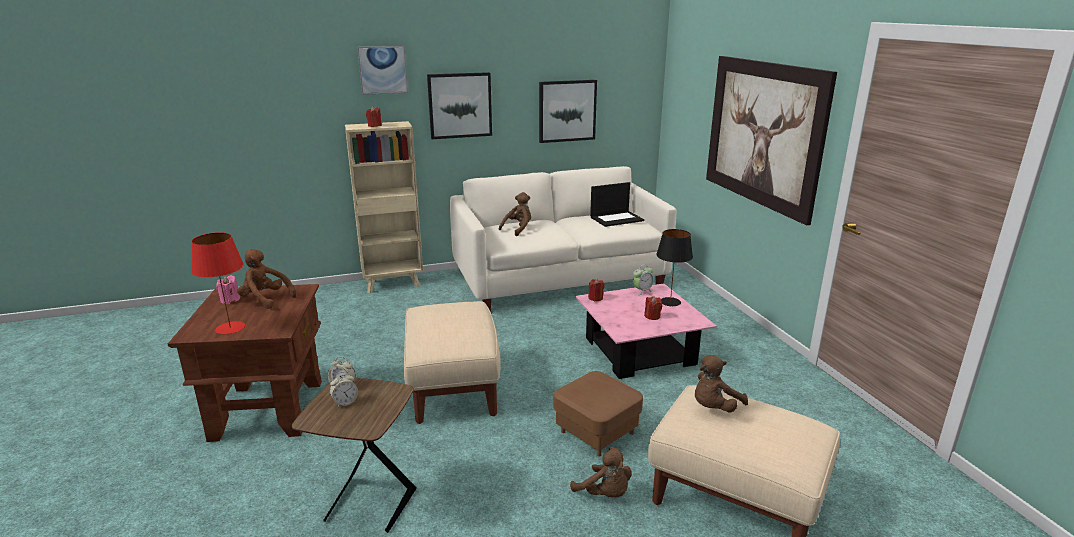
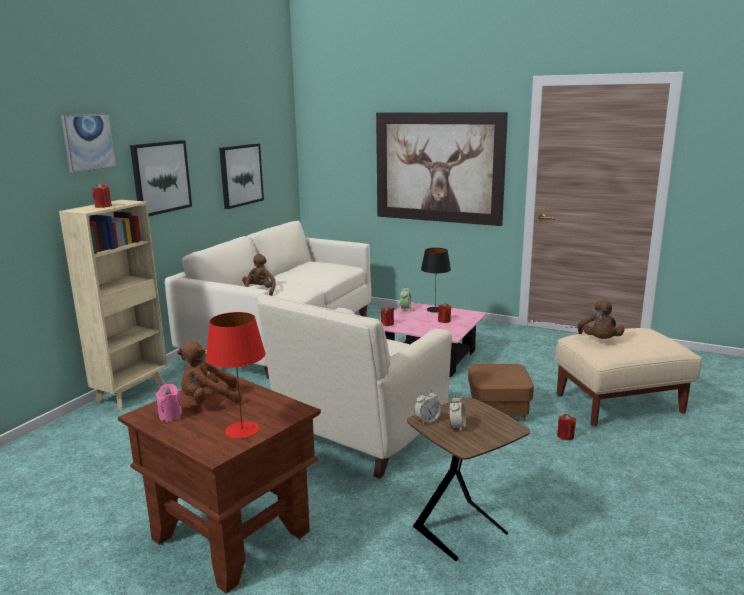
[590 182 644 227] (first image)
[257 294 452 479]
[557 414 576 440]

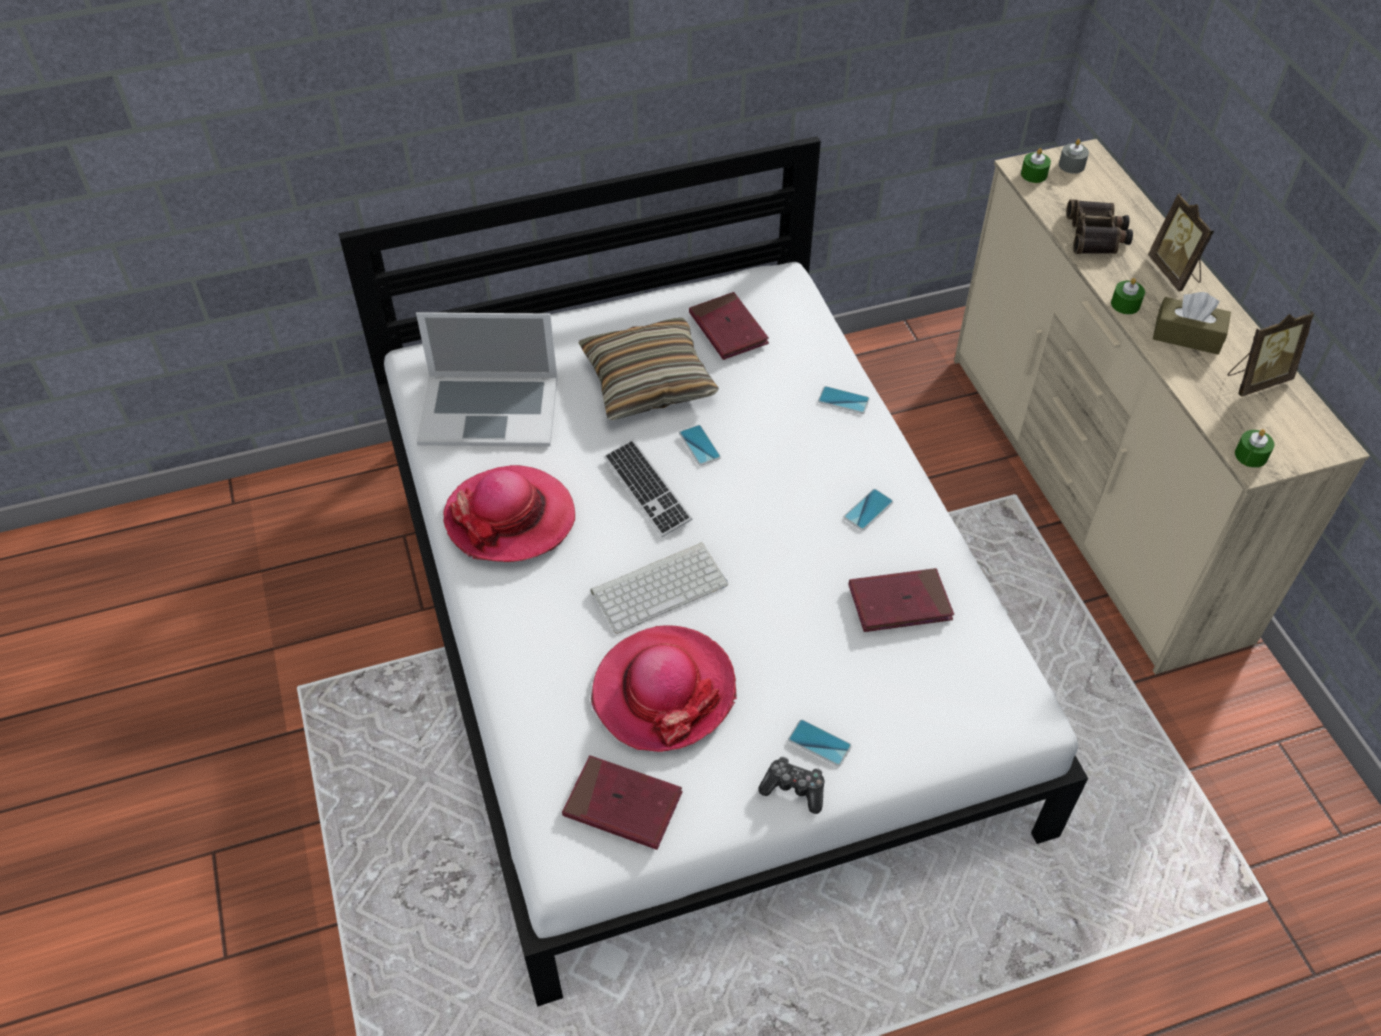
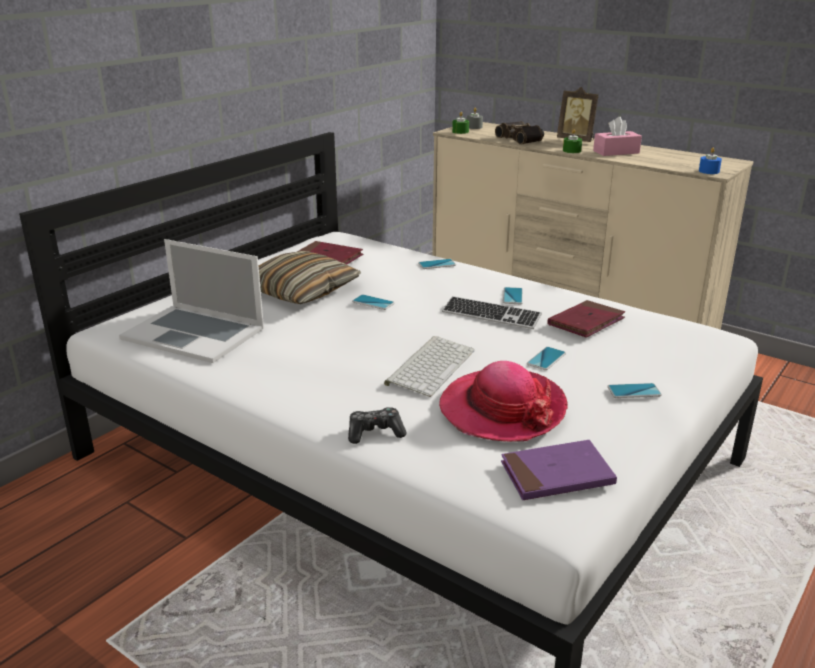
[593 117 642 156]
[1228 311 1314 397] (first image)
[119 239 264 363]
[699 148 722 174]
[442 296 542 329]
[443 465 575 562] (first image)
[501 440 617 500]
[348 407 407 444]
[527 347 566 370]

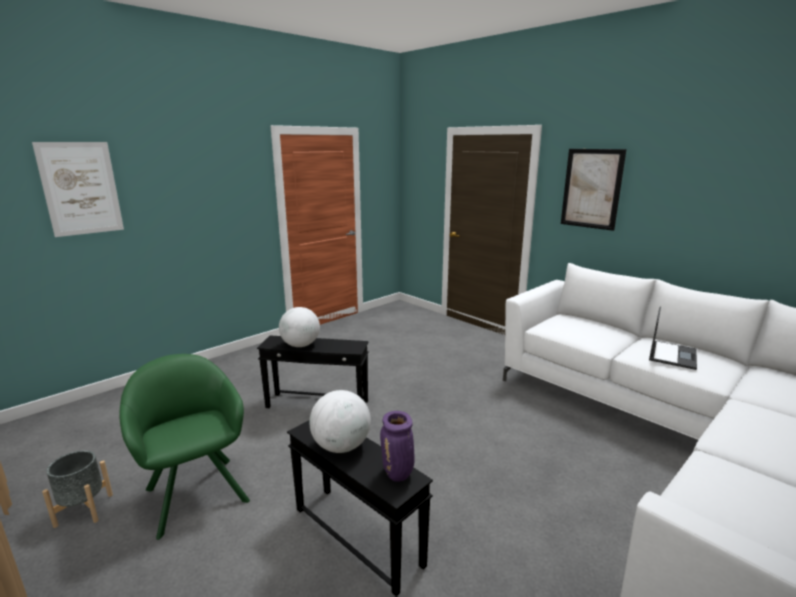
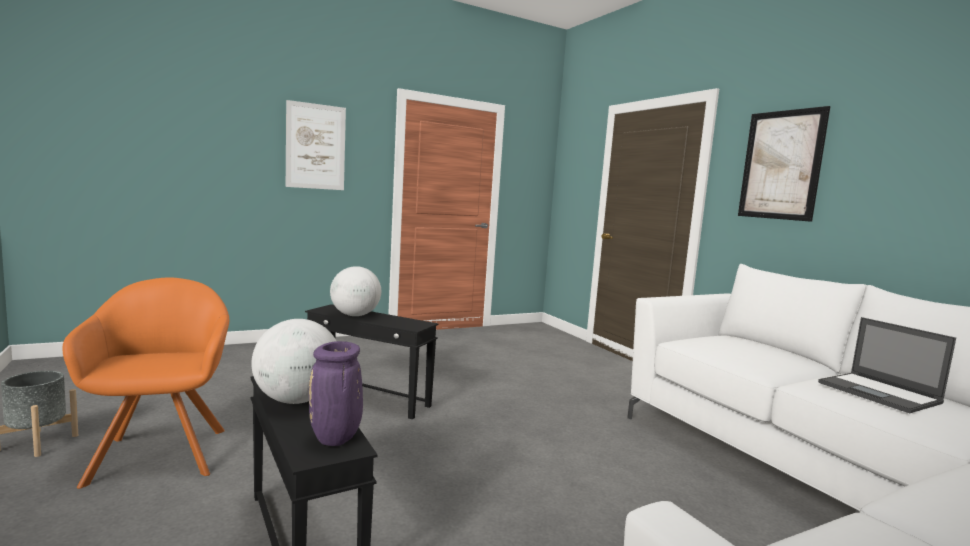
[286 100 346 190]
[818 317 956 413]
[63 278 229 489]

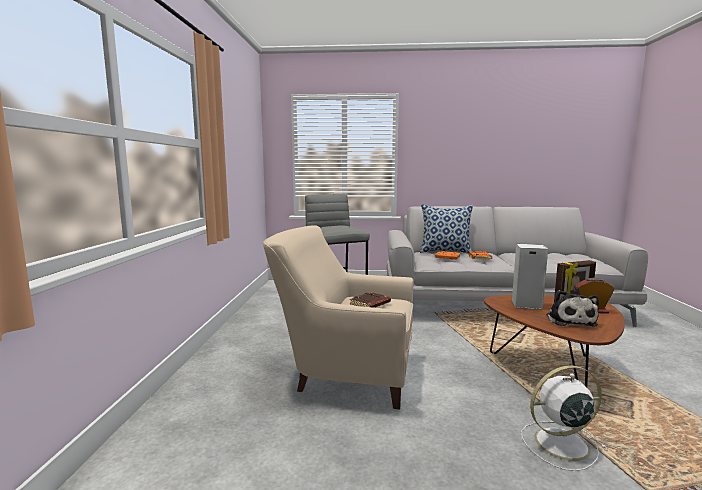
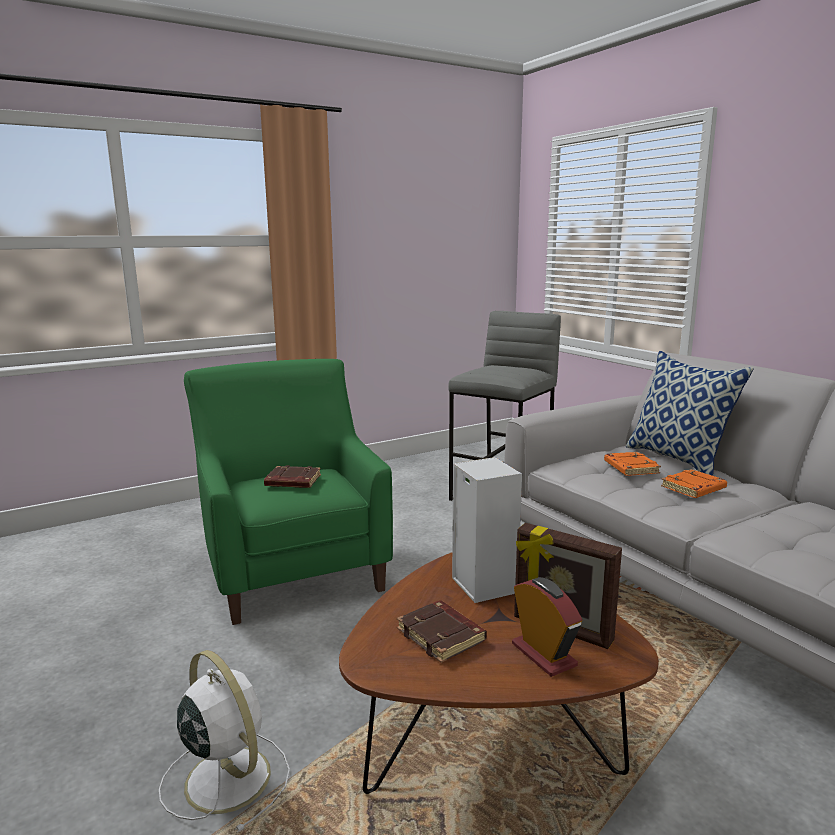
[184 359 393 625]
[397 600 487 663]

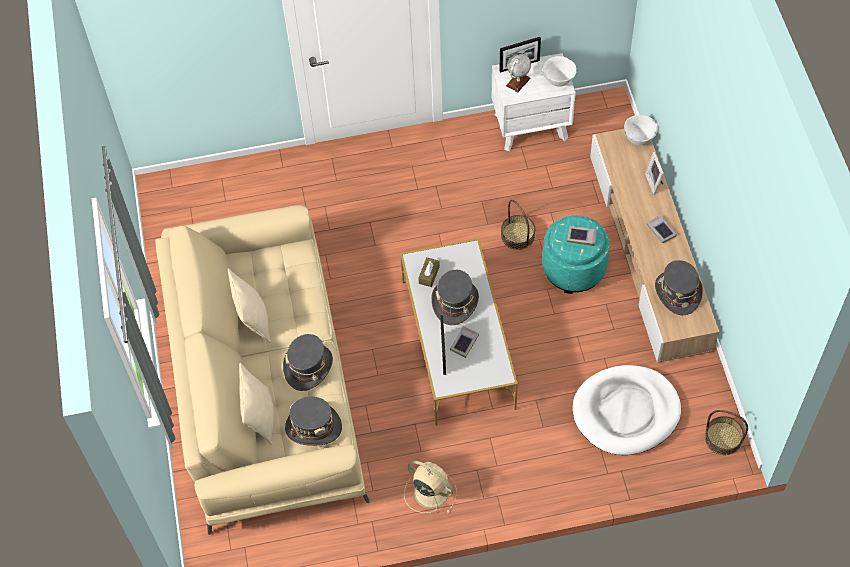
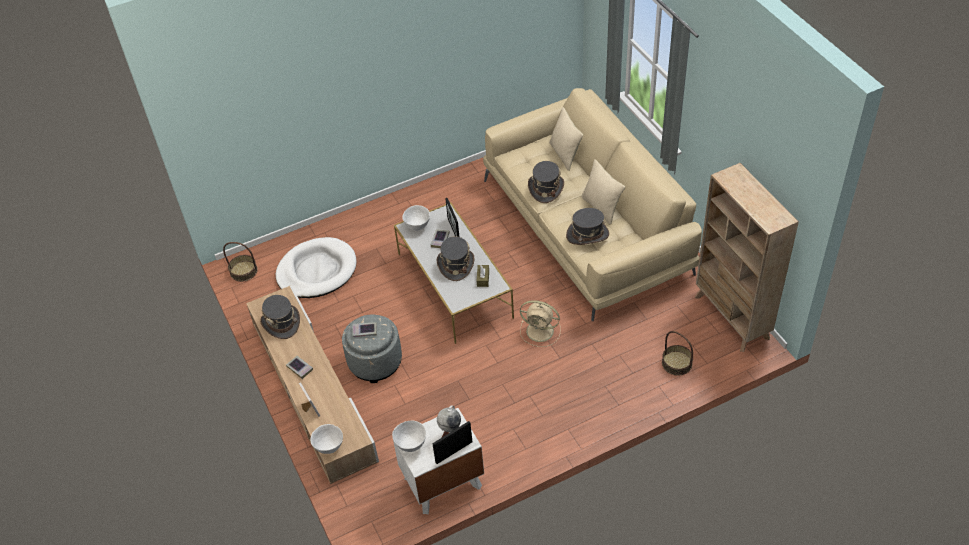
[662 331 693 376]
[342 314 402 383]
[566 208 609 245]
[520 300 561 347]
[695 163 799 352]
[402 205 430 231]

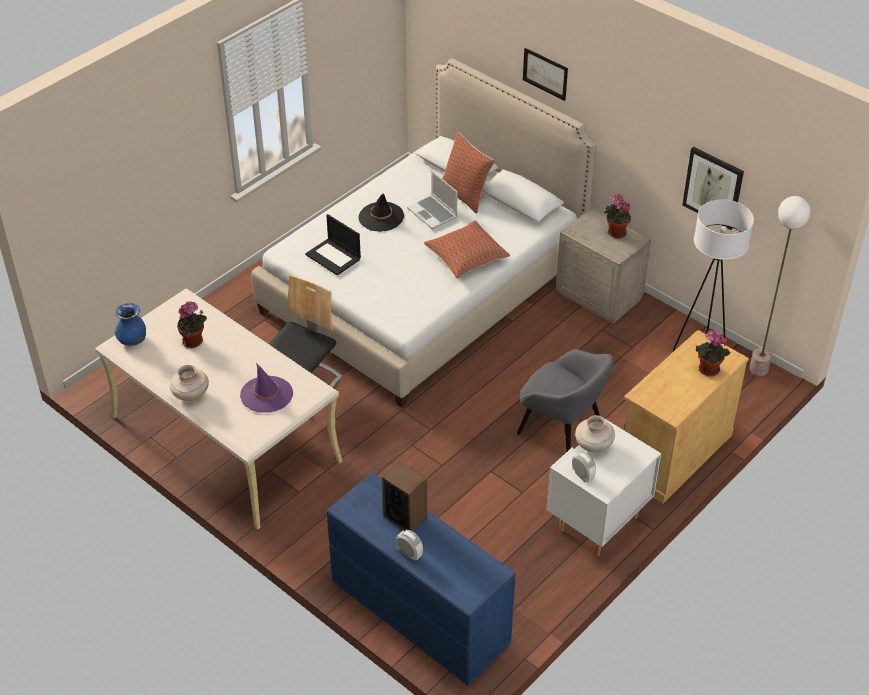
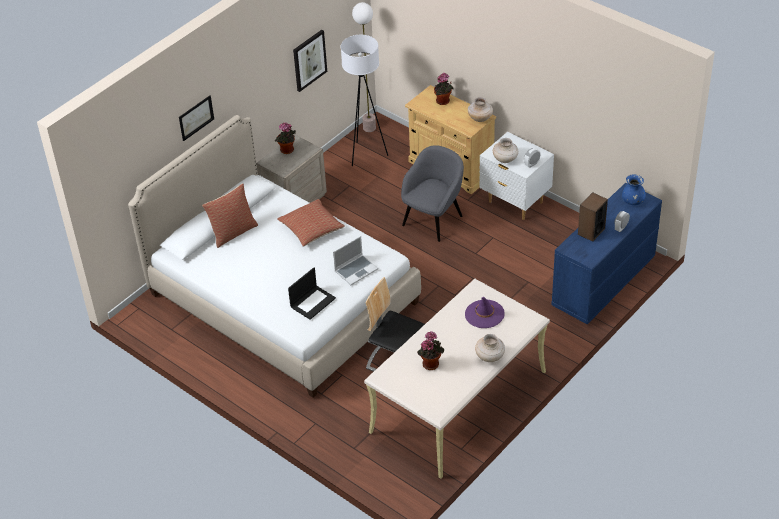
[333 236 378 285]
[359 194 404 232] (first image)
[622 174 646 205]
[468 97 493 122]

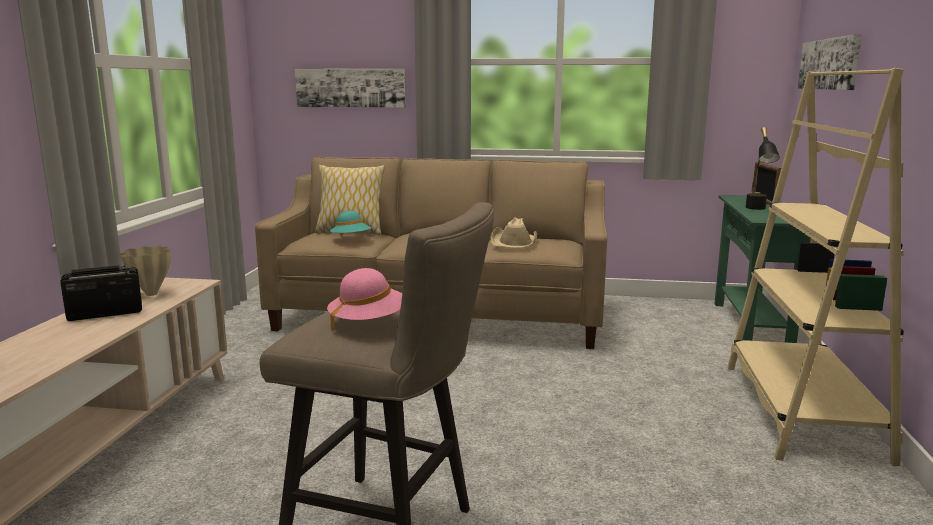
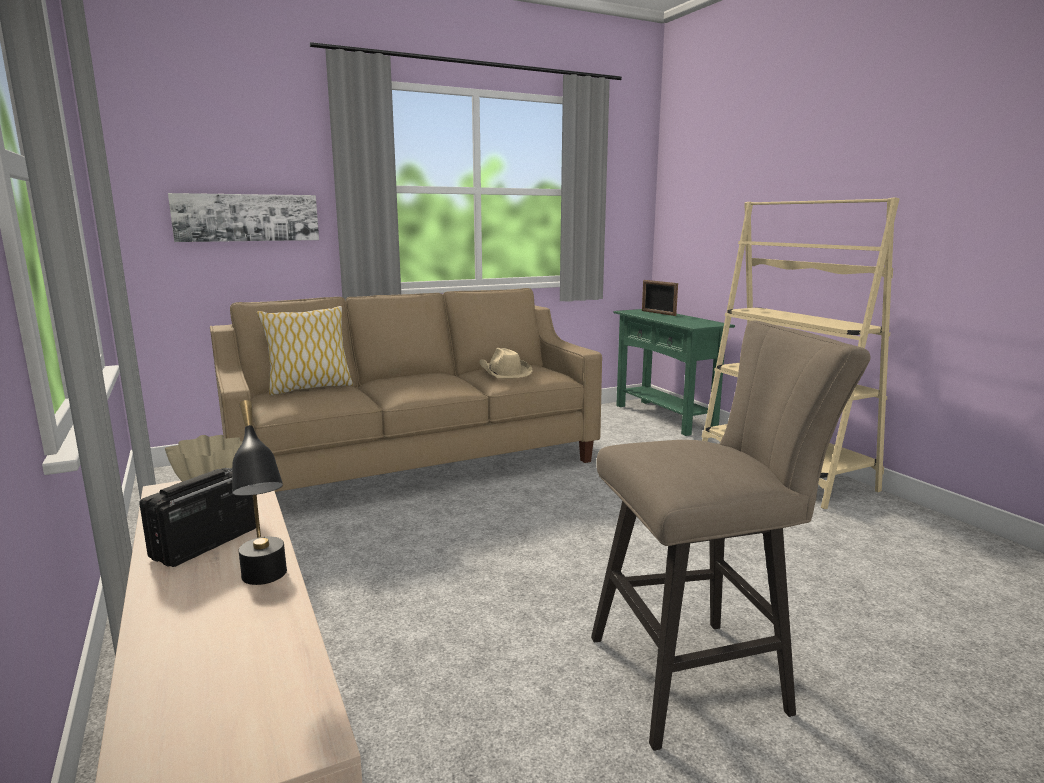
[798 34 862 90] (first image)
[232 400 287 585]
[330 211 371 236] (first image)
[327 268 402 332] (first image)

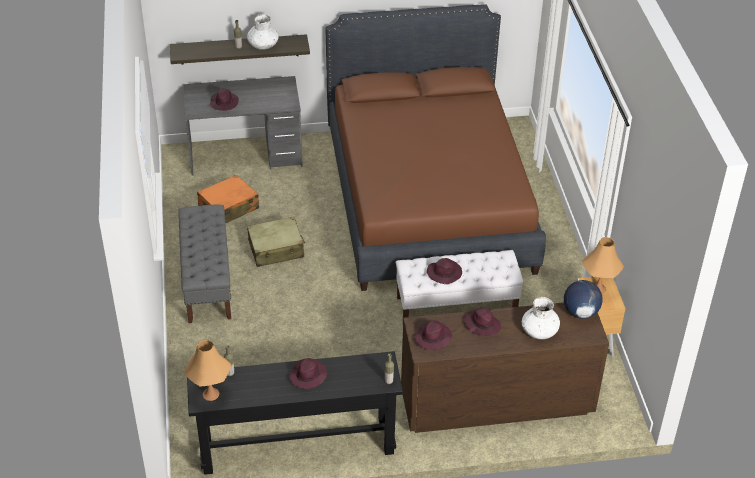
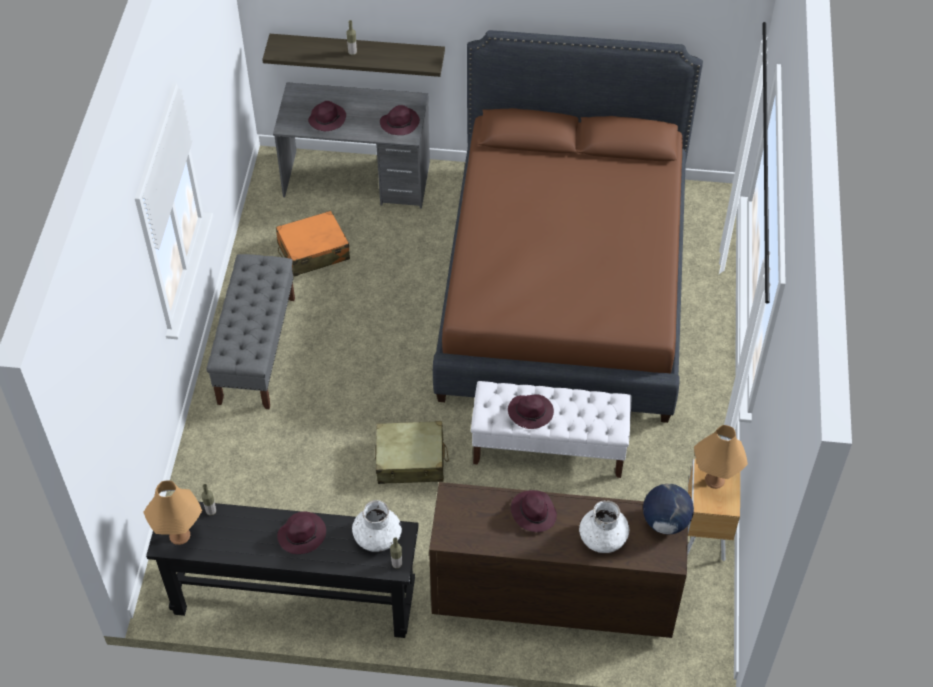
[352 500 402 552]
[375 421 449 484]
[380 105 420 135]

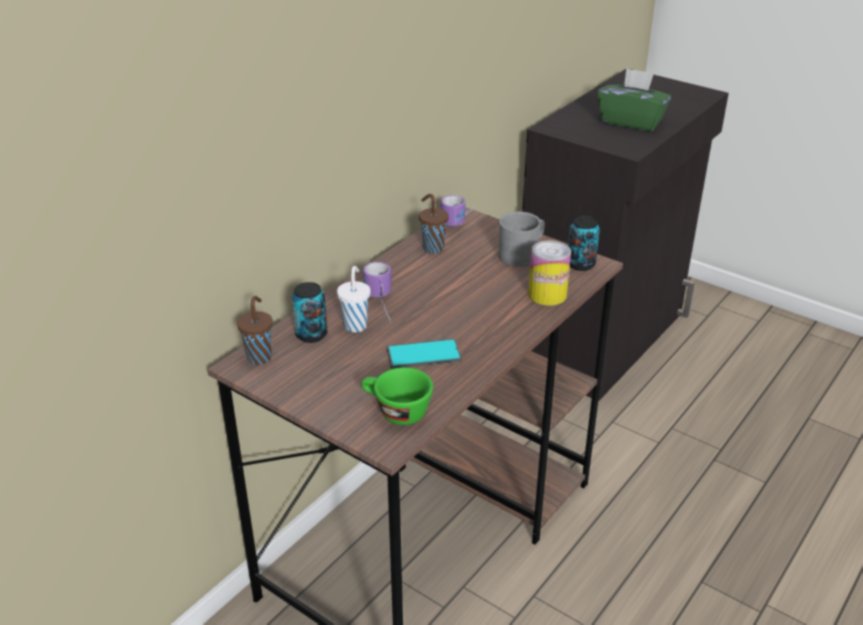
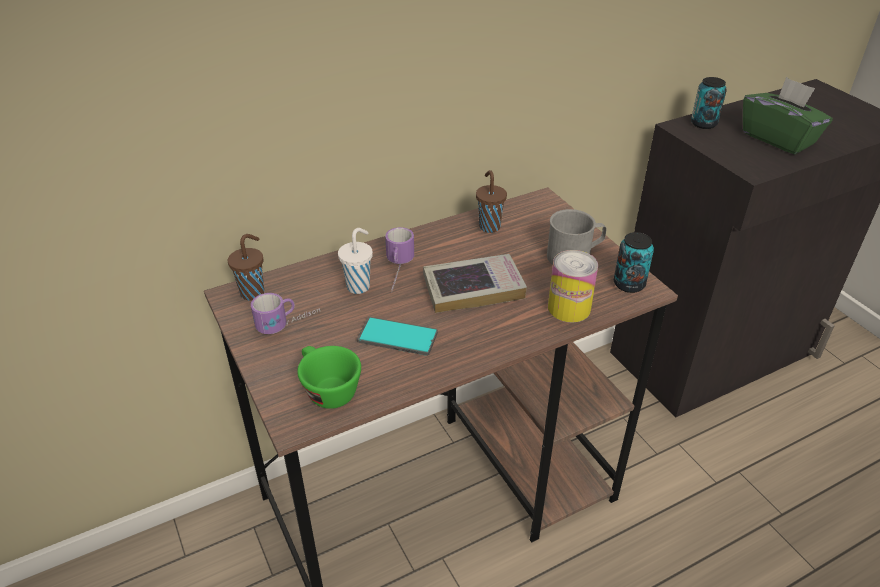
[251 293 320 334]
[691 77 727 129]
[423 254 527 313]

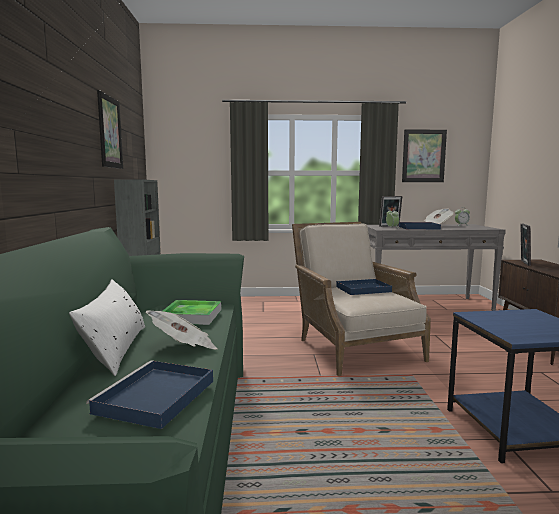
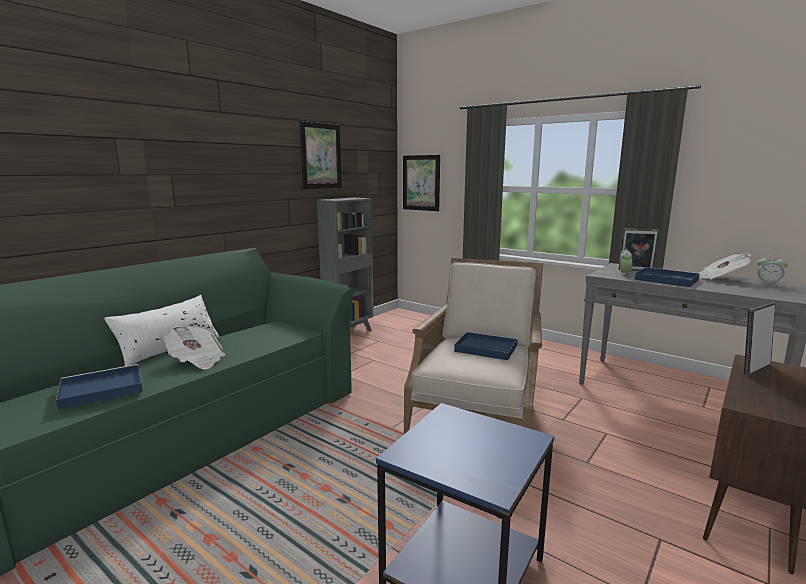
[403 155 440 211]
[163 300 221 325] (first image)

